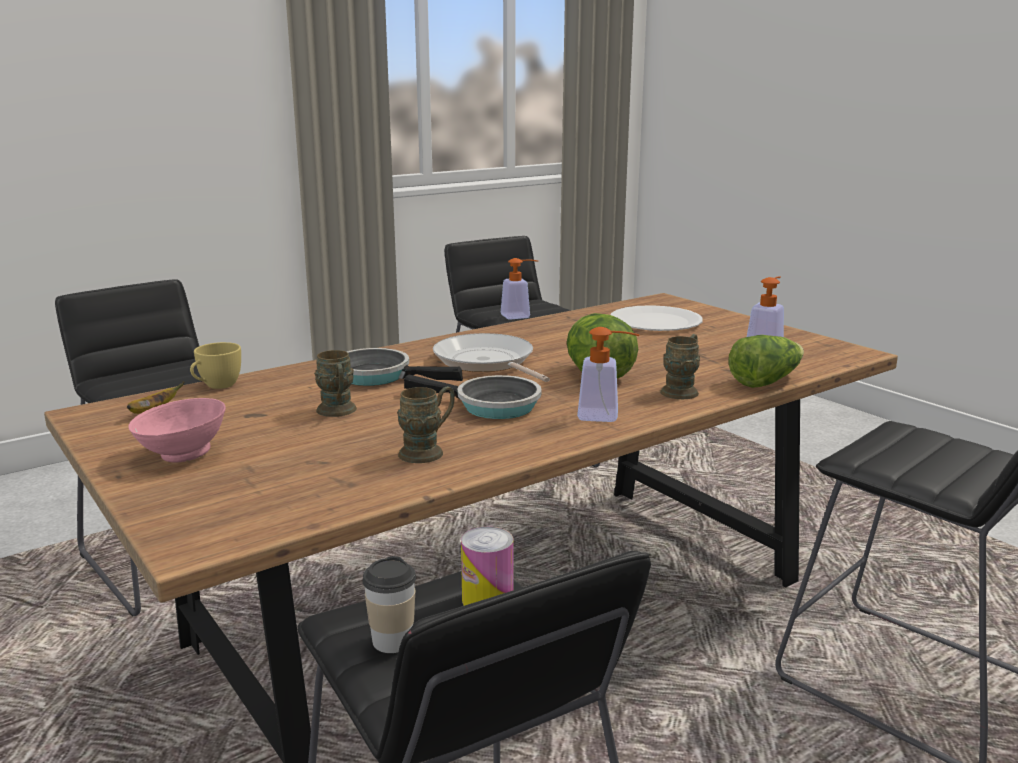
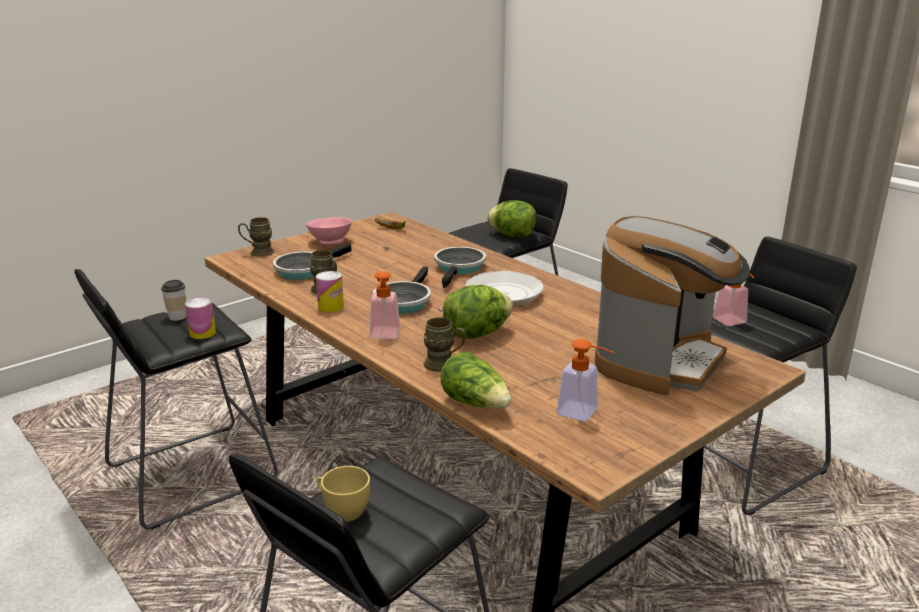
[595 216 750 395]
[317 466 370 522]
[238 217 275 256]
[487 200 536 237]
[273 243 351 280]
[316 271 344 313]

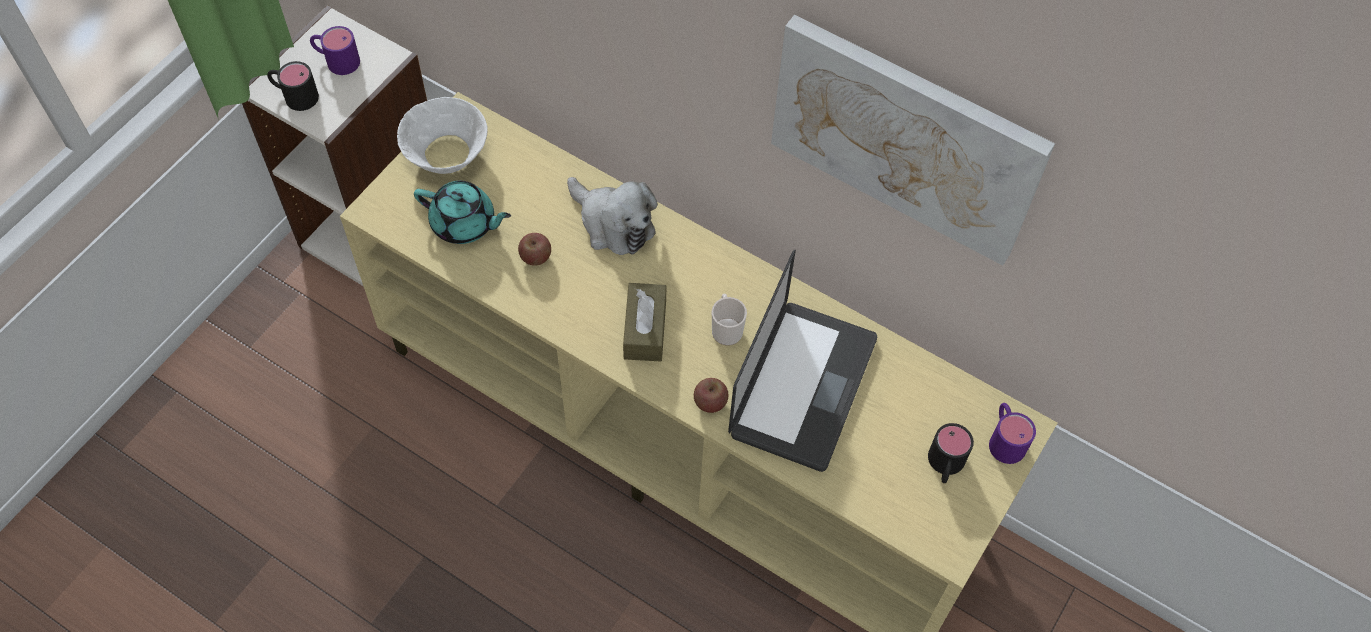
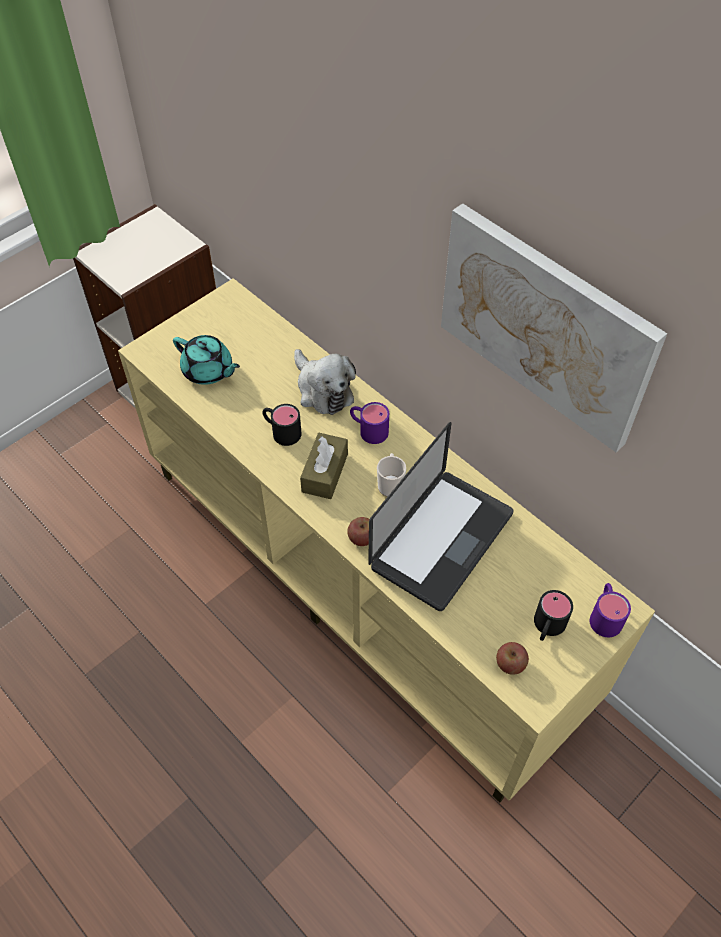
[350 402 389 444]
[262 404 302 446]
[397 97 488 174] (first image)
[496 642 529 675]

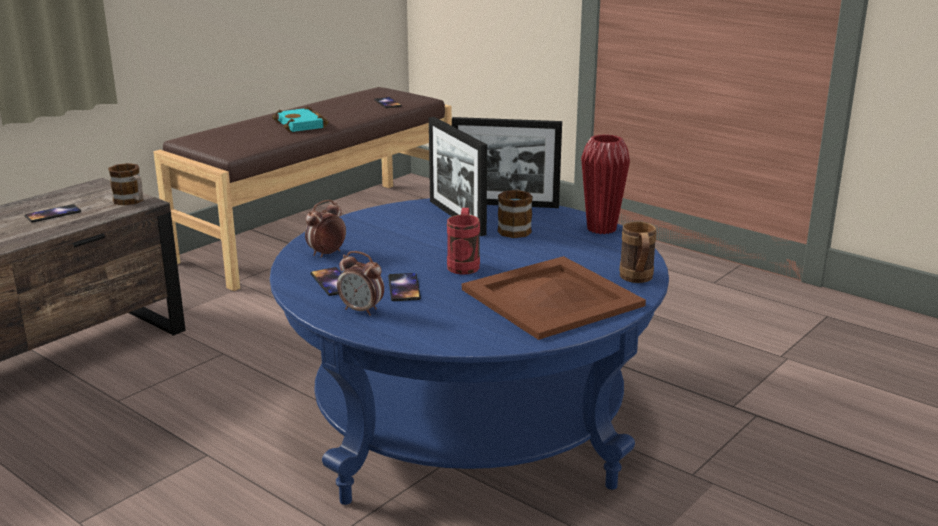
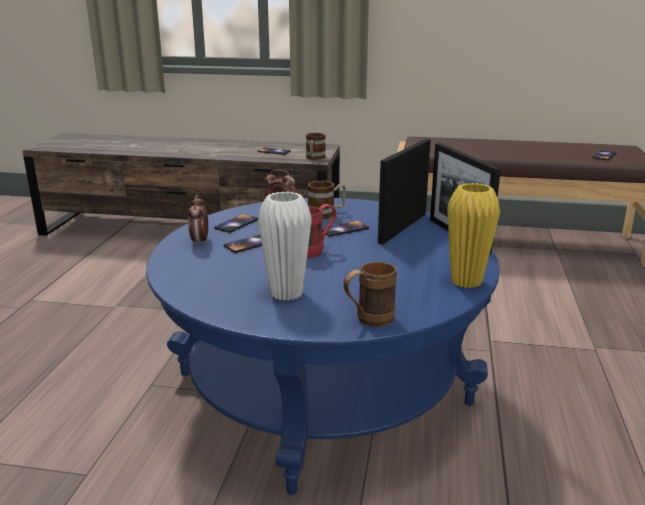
[272 106 329 132] (first image)
[447 183 500 288]
[308 181 346 219]
[258 192 312 301]
[322 221 369 237]

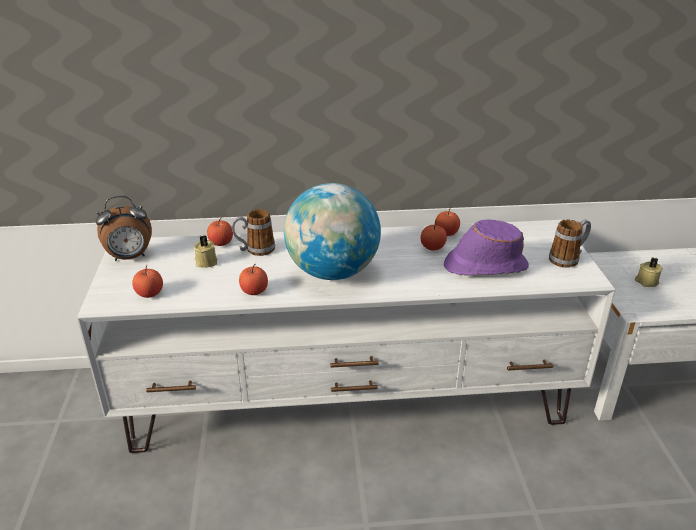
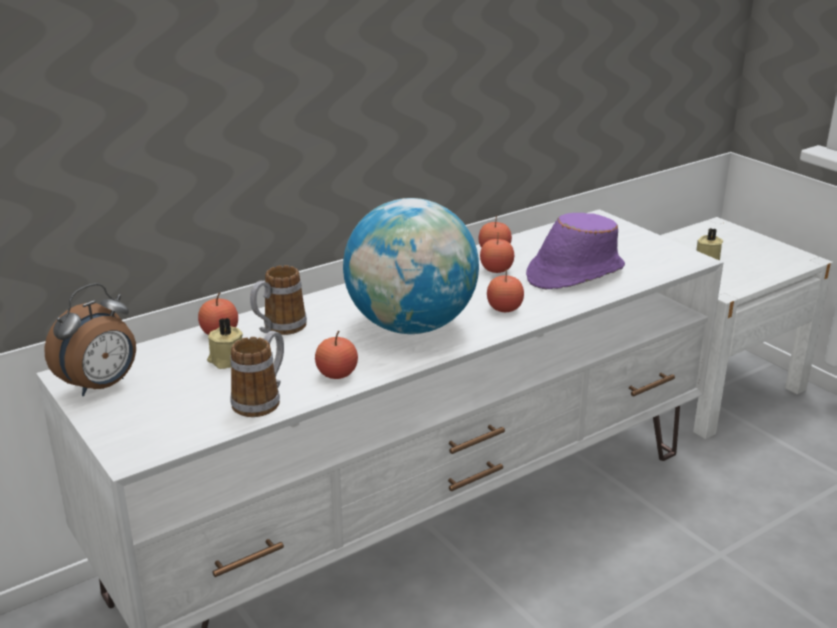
[230 331 284 417]
[487 269 524 312]

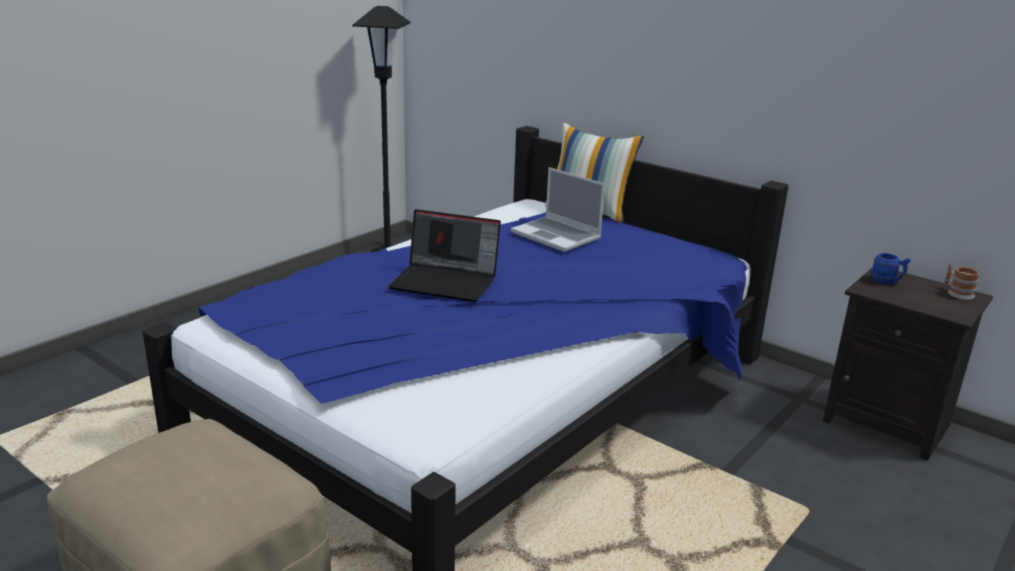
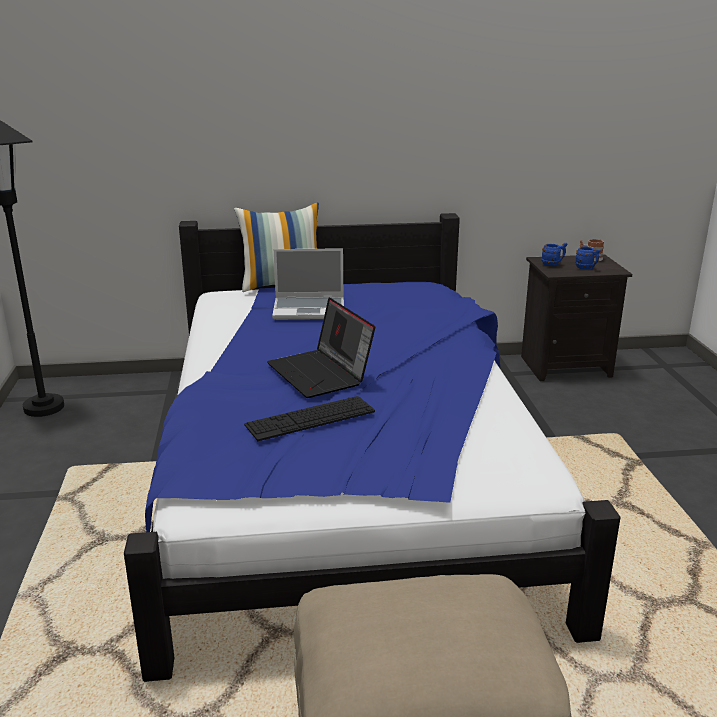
[267 297 375 398]
[575 247 601 270]
[244 396 375 441]

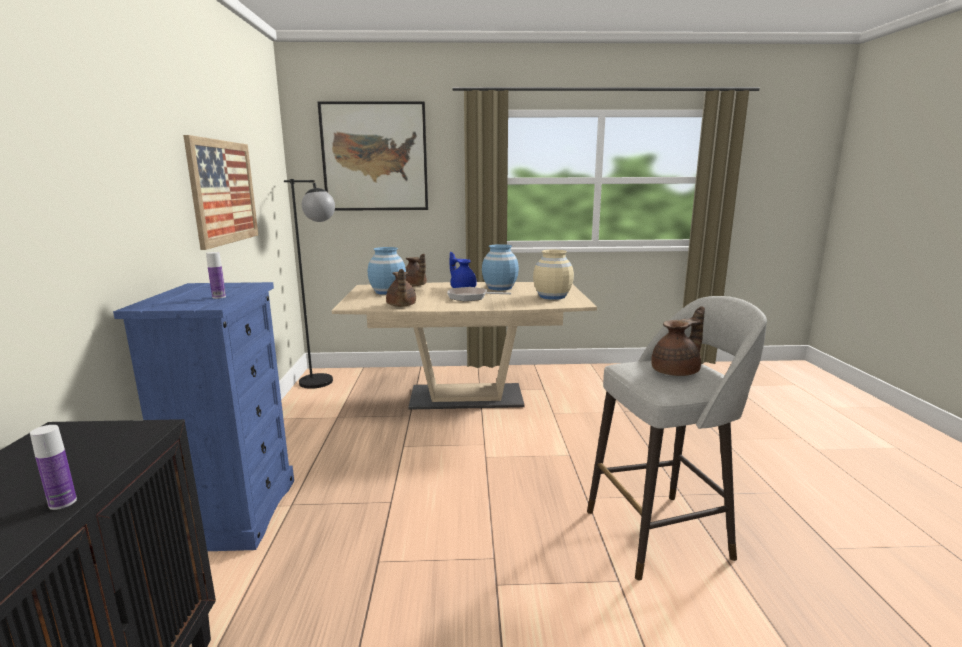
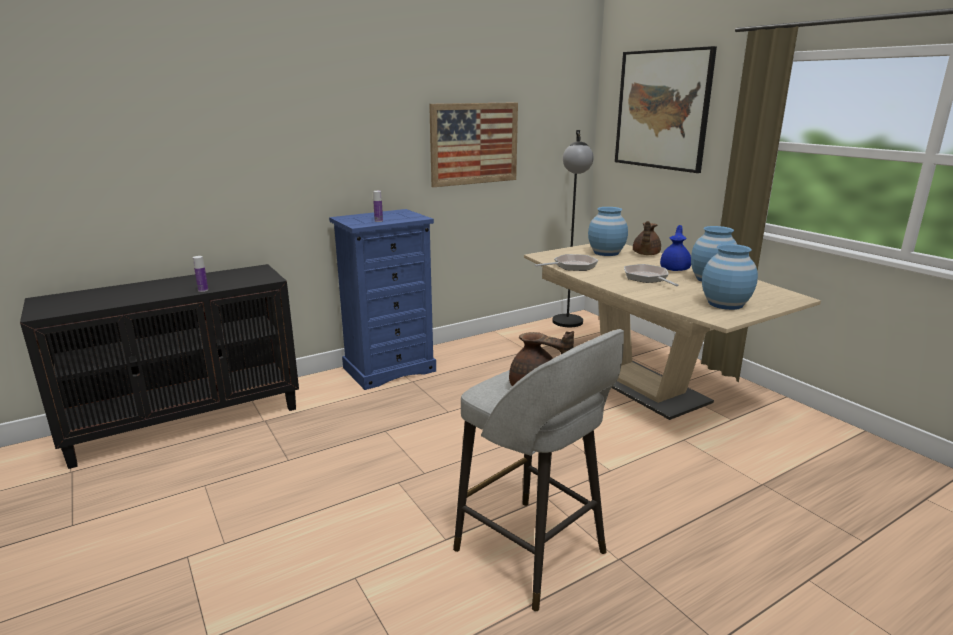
[702 244 758 310]
[534 254 598 271]

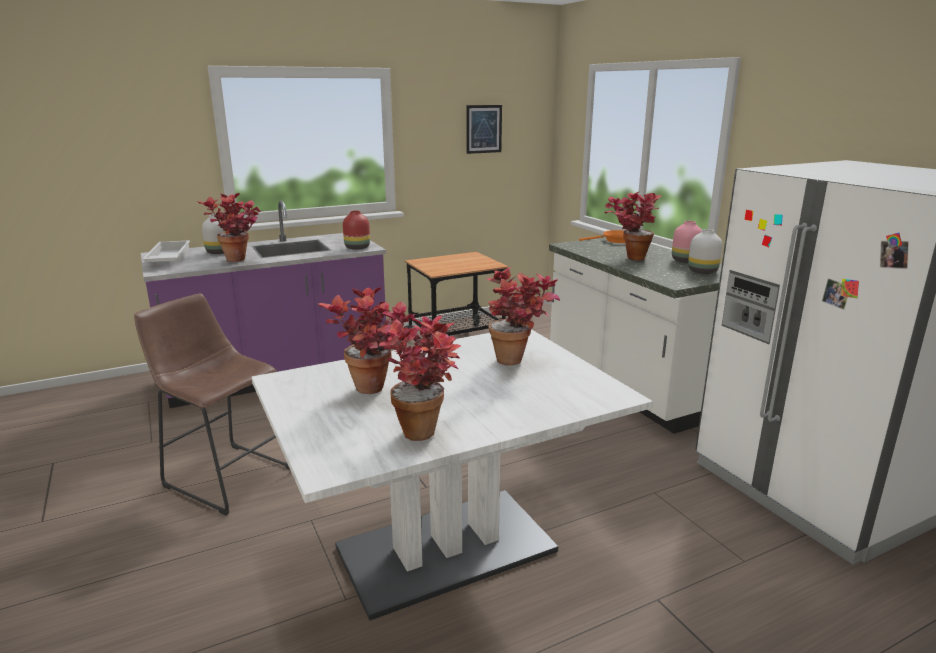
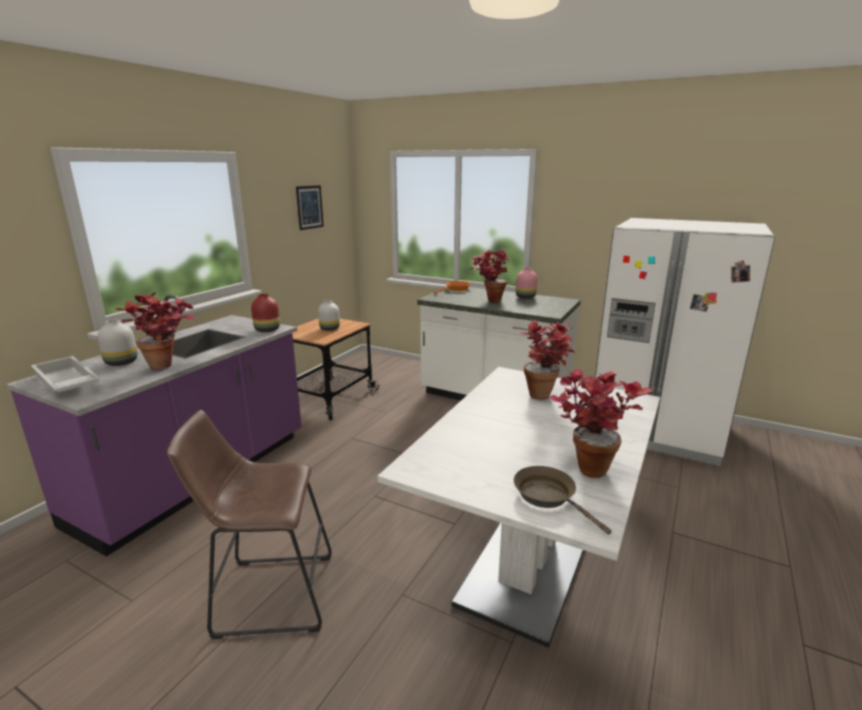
[318 300 340 331]
[318 287 416 394] (first image)
[514 466 612 534]

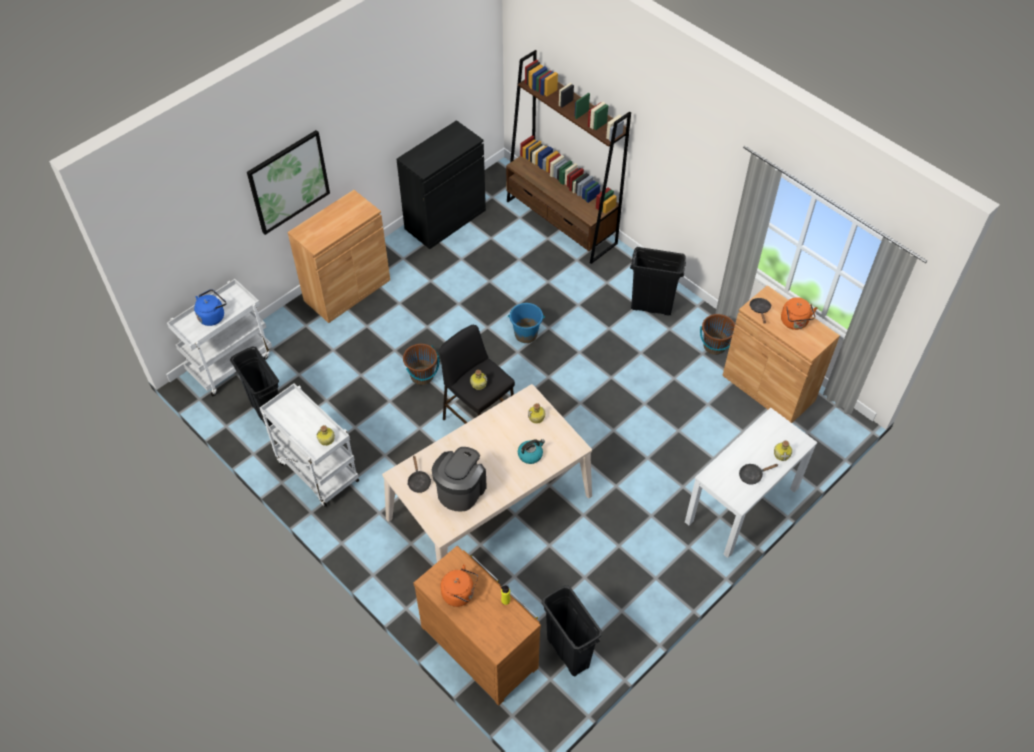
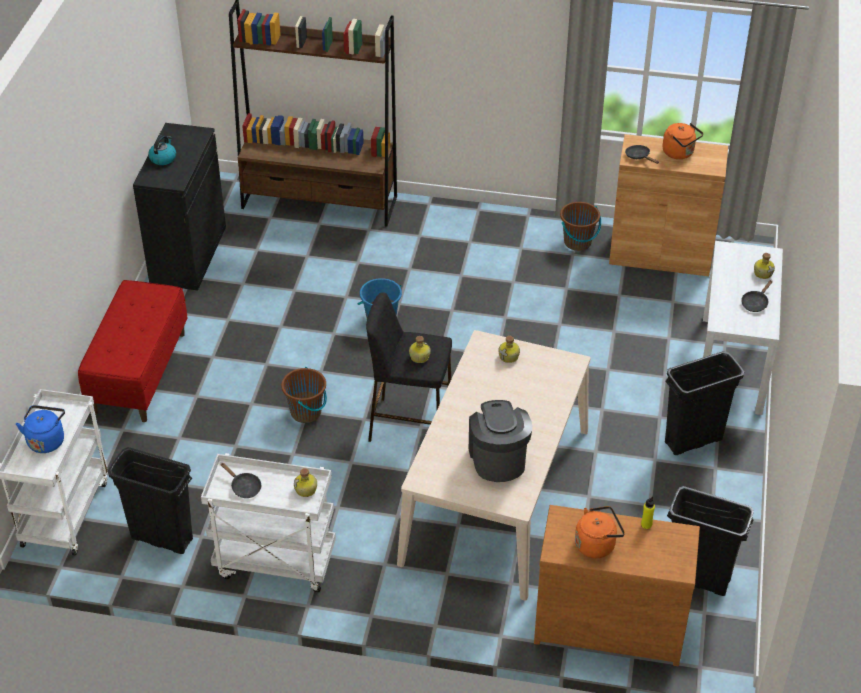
[247 130 330 235] (first image)
[78 280 188 422]
[665 351 744 455]
[148 135 176 165]
[220 463 261 498]

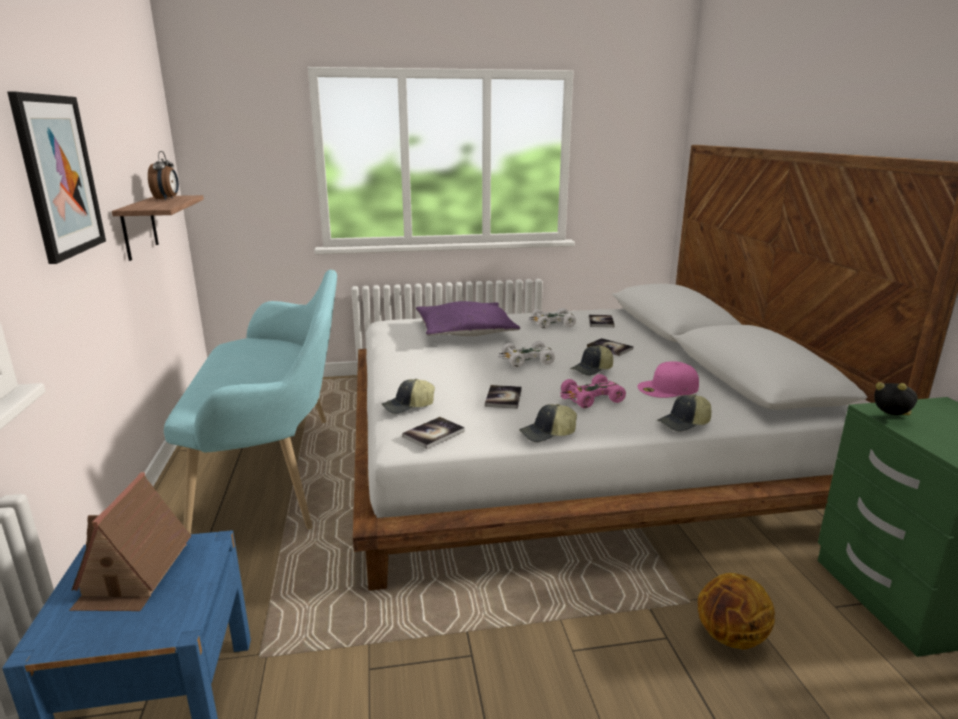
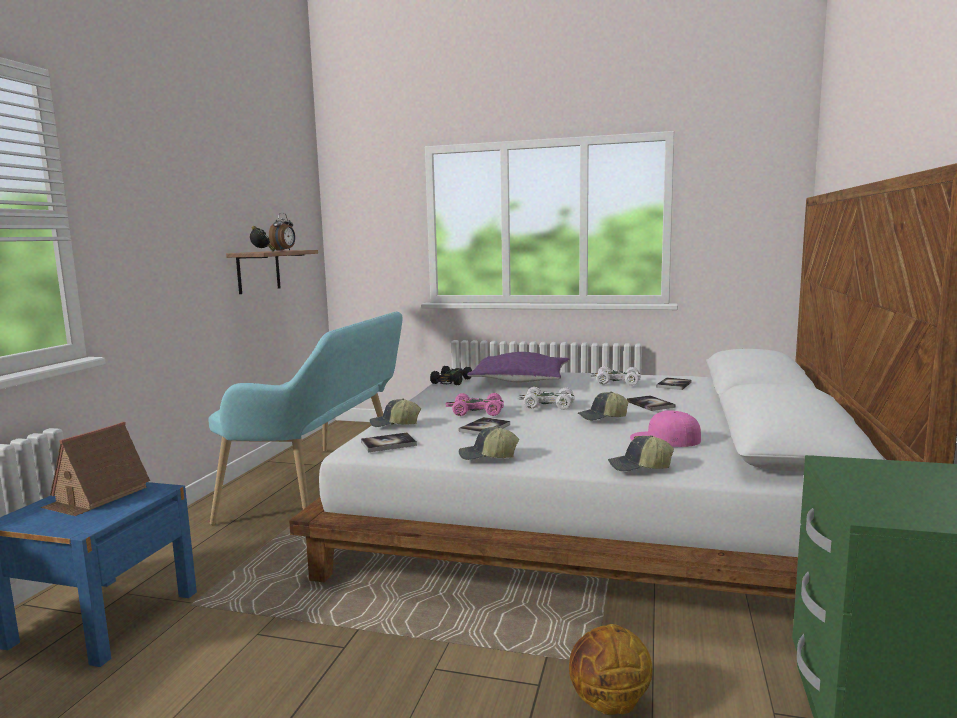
[7 92 106 264] (first image)
[446 393 504 416]
[250 226 275 251]
[430 366 472 385]

